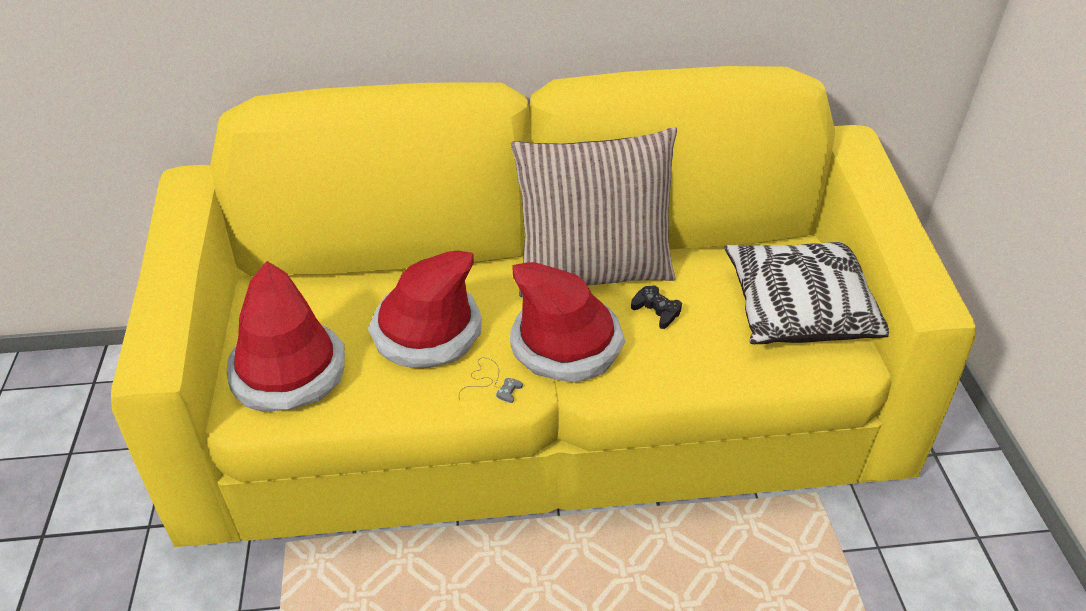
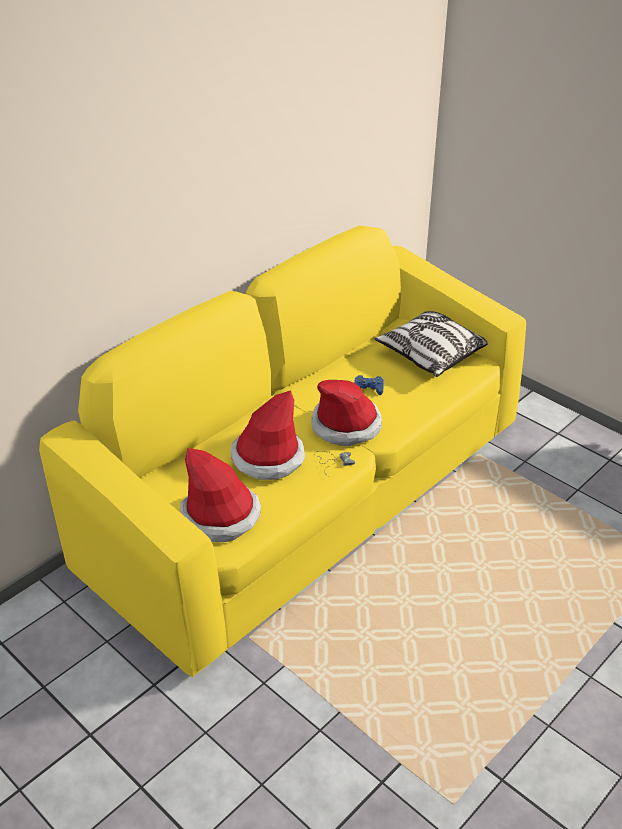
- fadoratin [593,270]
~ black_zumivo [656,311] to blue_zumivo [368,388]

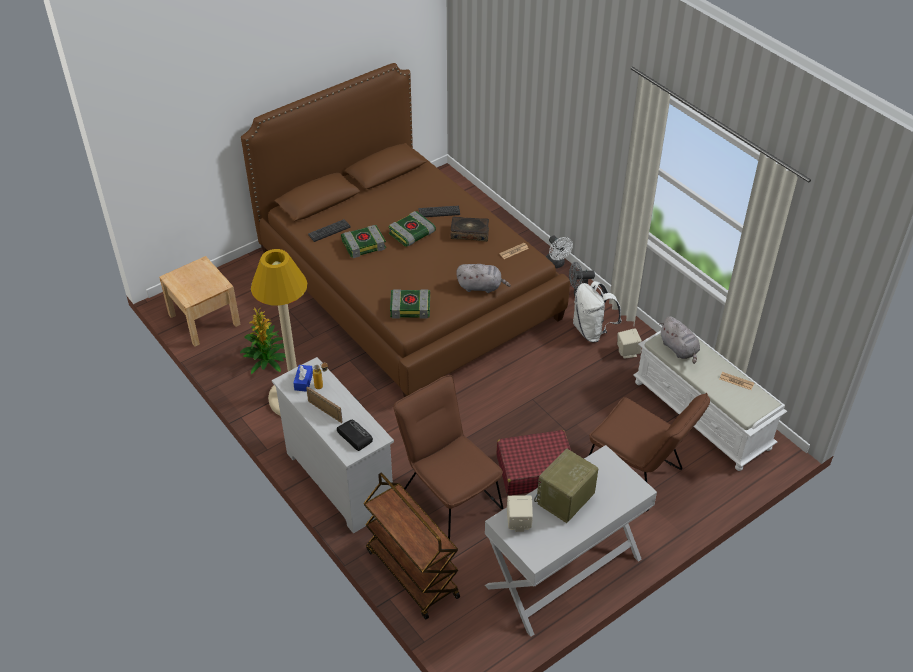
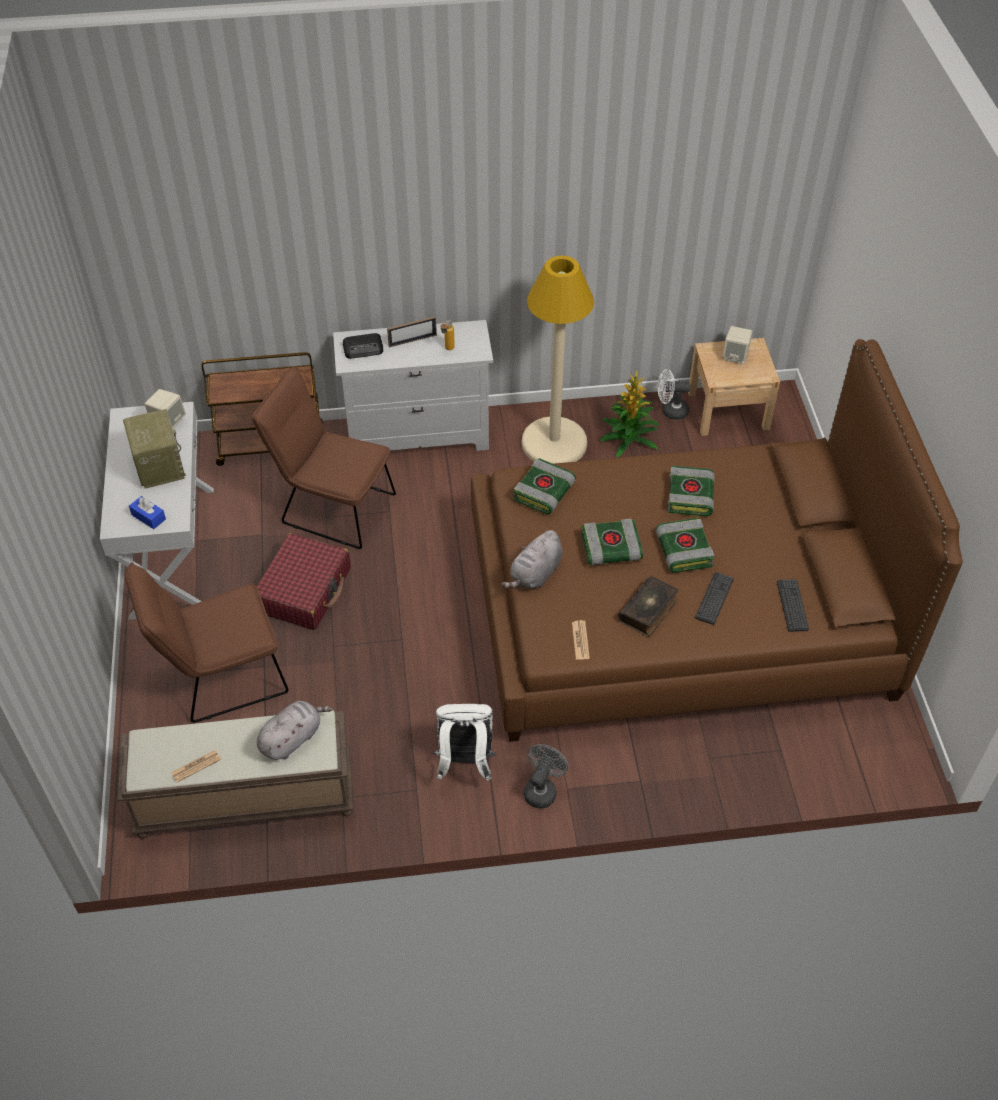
+ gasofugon [610,549]
~ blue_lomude [303,381] to [148,517]
~ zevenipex [329,231] to [792,605]
~ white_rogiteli [556,264] to [670,411]
~ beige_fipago [627,352] to [735,356]
~ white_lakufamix [703,415] to brown_lakufamix [244,798]
~ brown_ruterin [448,496] = [332,506] 150 degrees counterclockwise
~ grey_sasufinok [679,349] = [292,738] 135 degrees clockwise

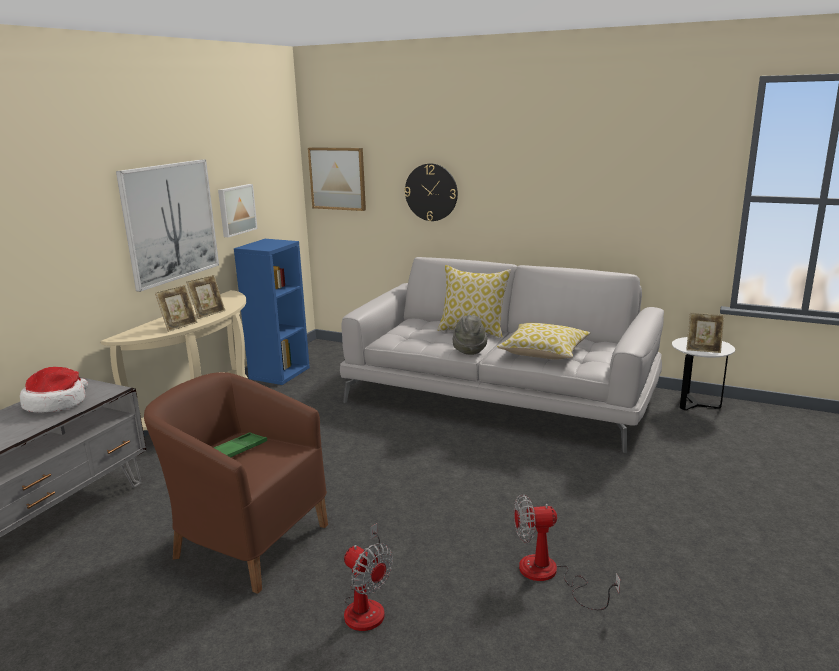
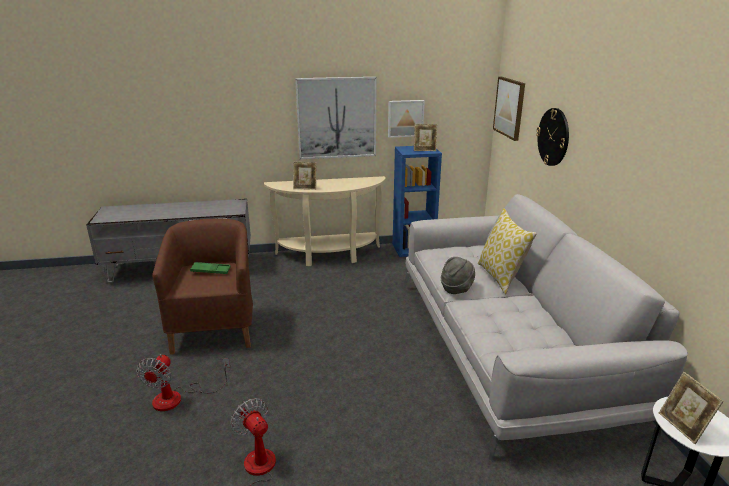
- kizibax [57,403]
- fadoratin [544,353]
~ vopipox [208,314] to [424,150]

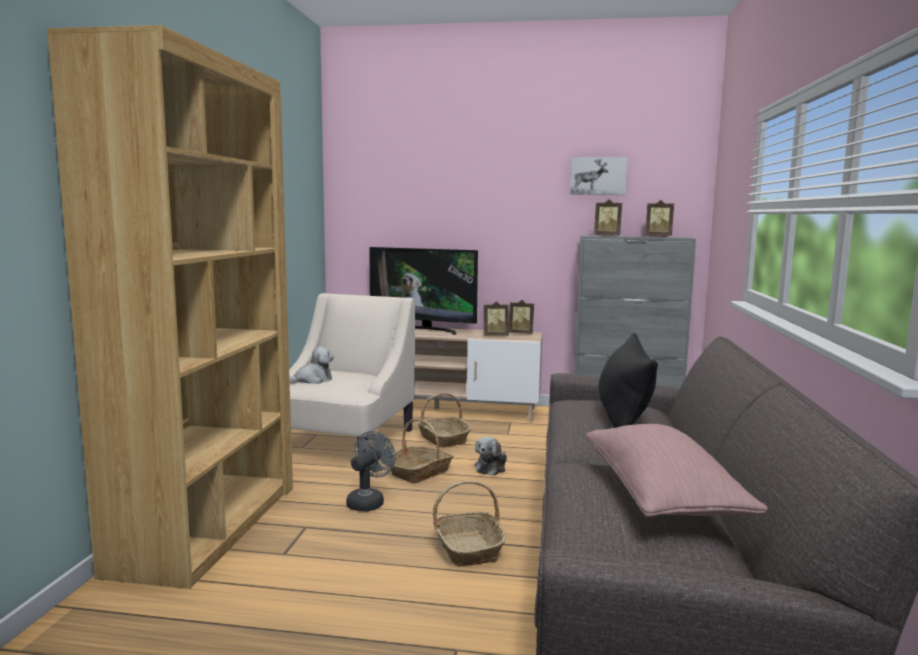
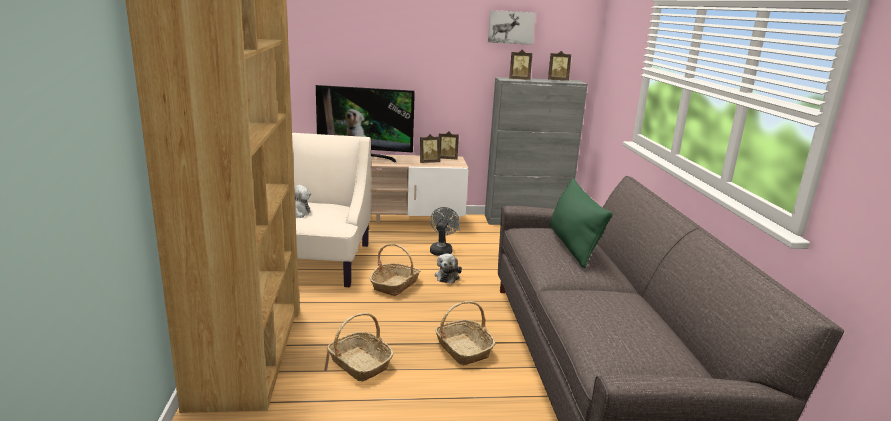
- pink_fadoratin [661,496]
~ grey_rogiteli [368,501] to [441,250]
~ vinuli [443,439] to [359,364]
~ black_fadoratin [624,417] to green_fadoratin [572,245]

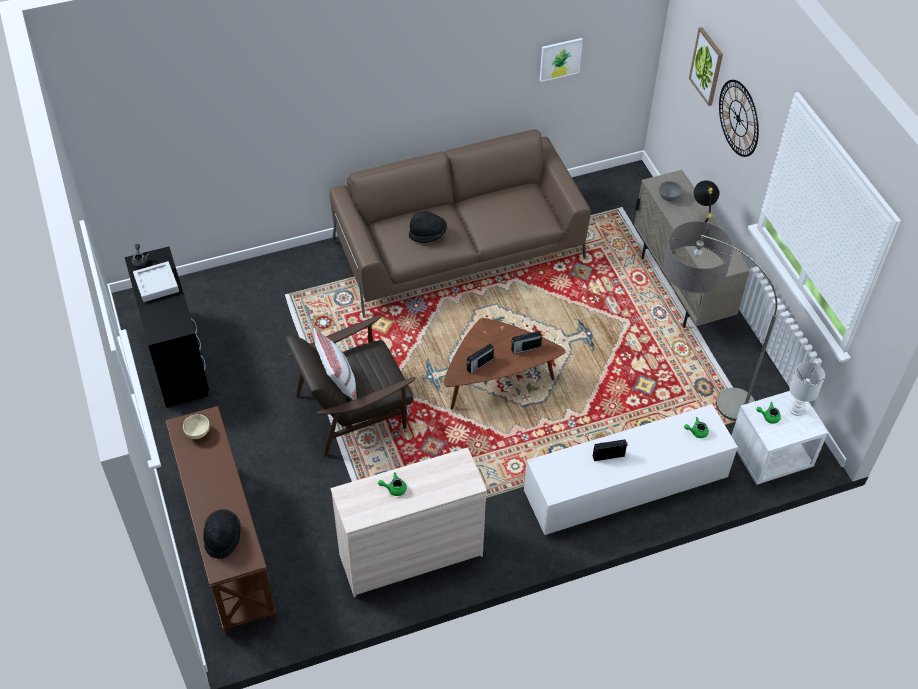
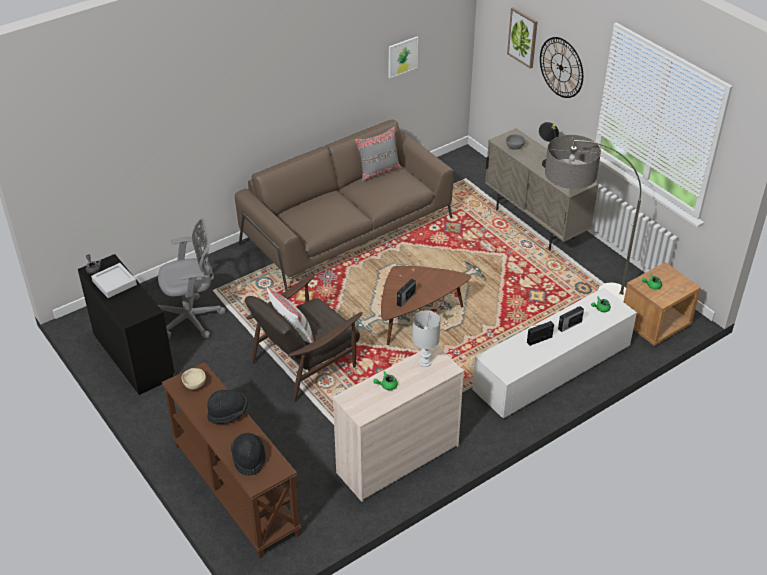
+ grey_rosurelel [192,318]
+ grey_fadoratin [379,171]
~ black_kizibax [428,234] to [228,413]
~ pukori [525,348] to [569,325]
~ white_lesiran [796,410] to [425,362]
~ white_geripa [770,455] to brown_geripa [654,324]

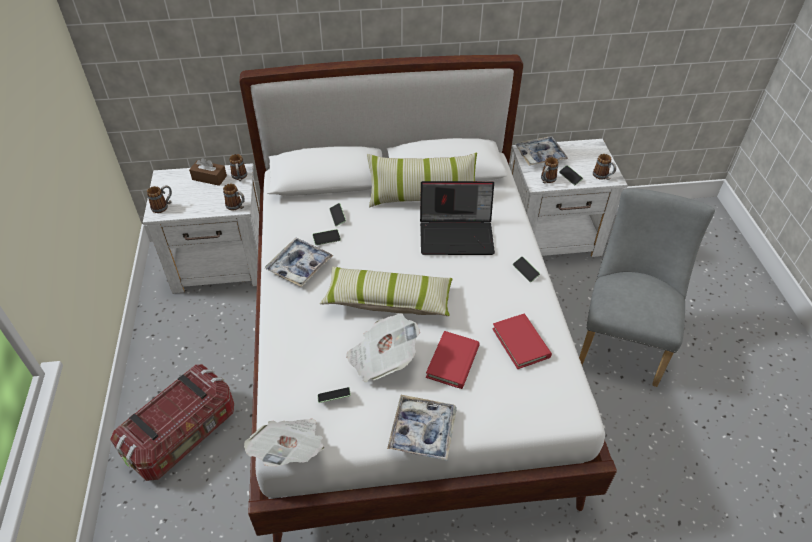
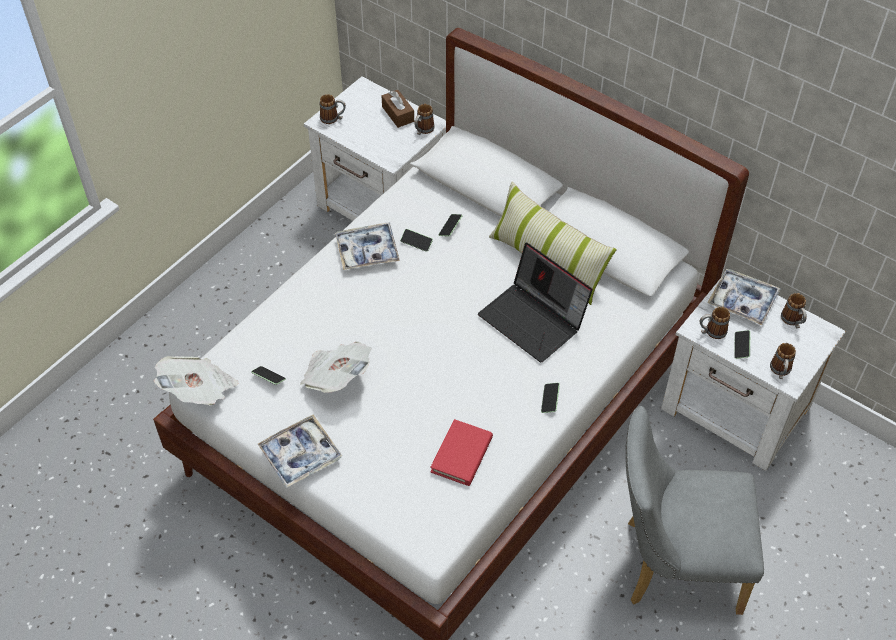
- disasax [183,435]
- fadoratin [388,300]
- red_gasofugon [453,362]
~ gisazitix [237,206] to [793,321]
~ grey_ruterin [622,338] = [672,564] 150 degrees counterclockwise

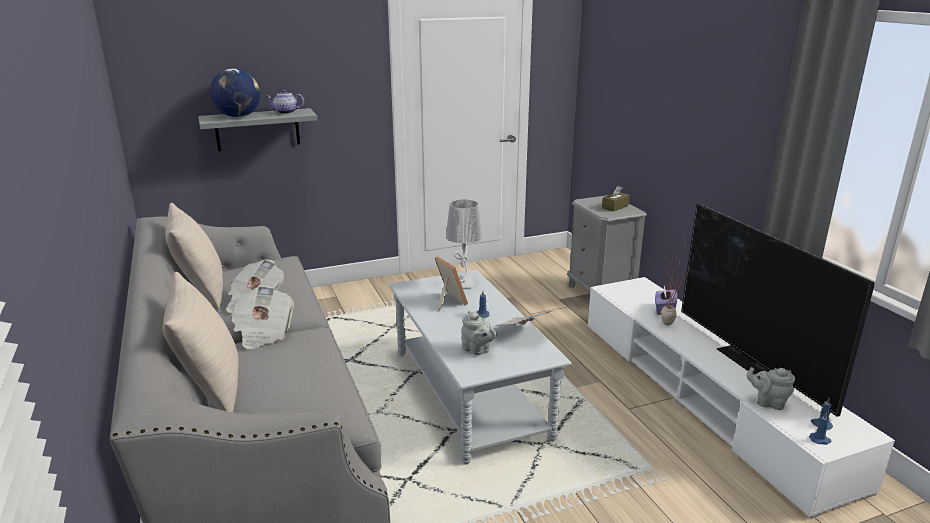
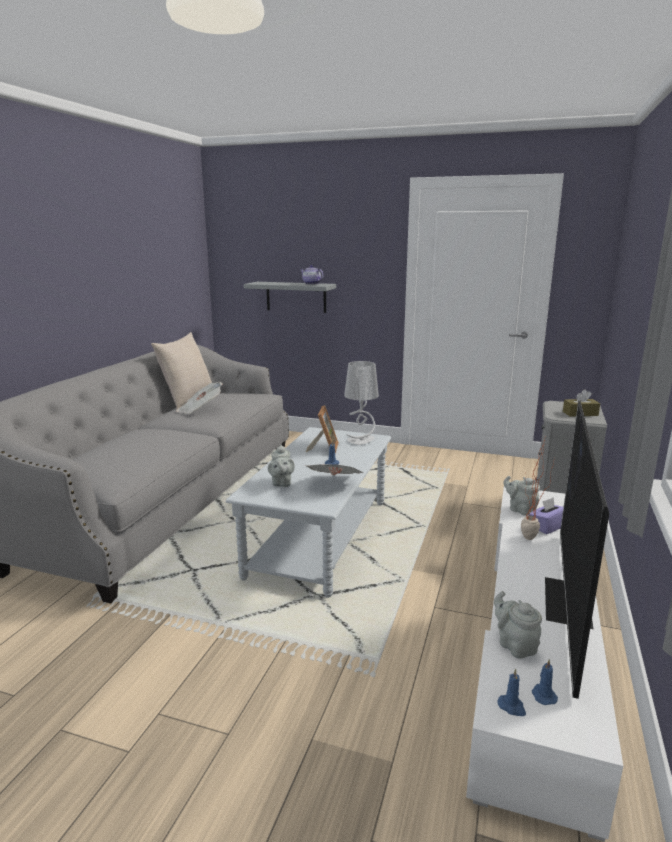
- beige_fadoratin [211,390]
- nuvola [238,116]
- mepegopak [263,332]
+ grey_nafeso [520,509]

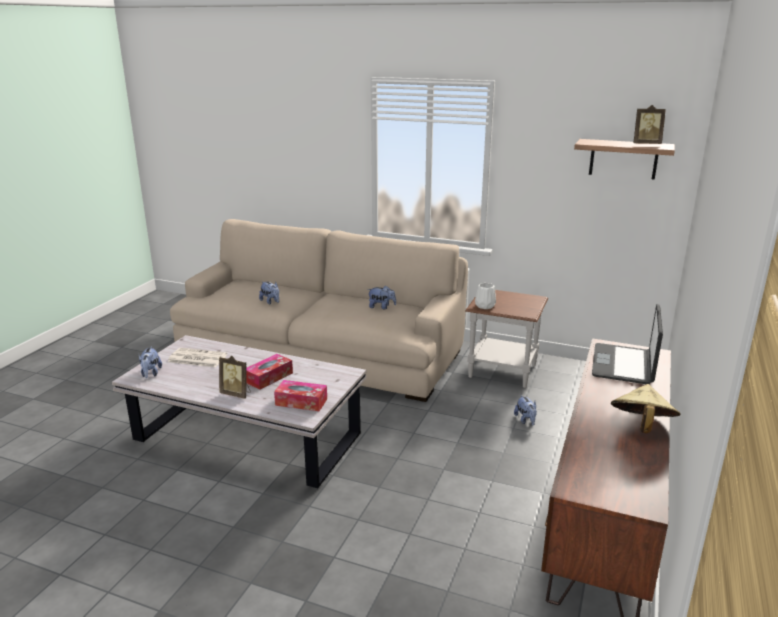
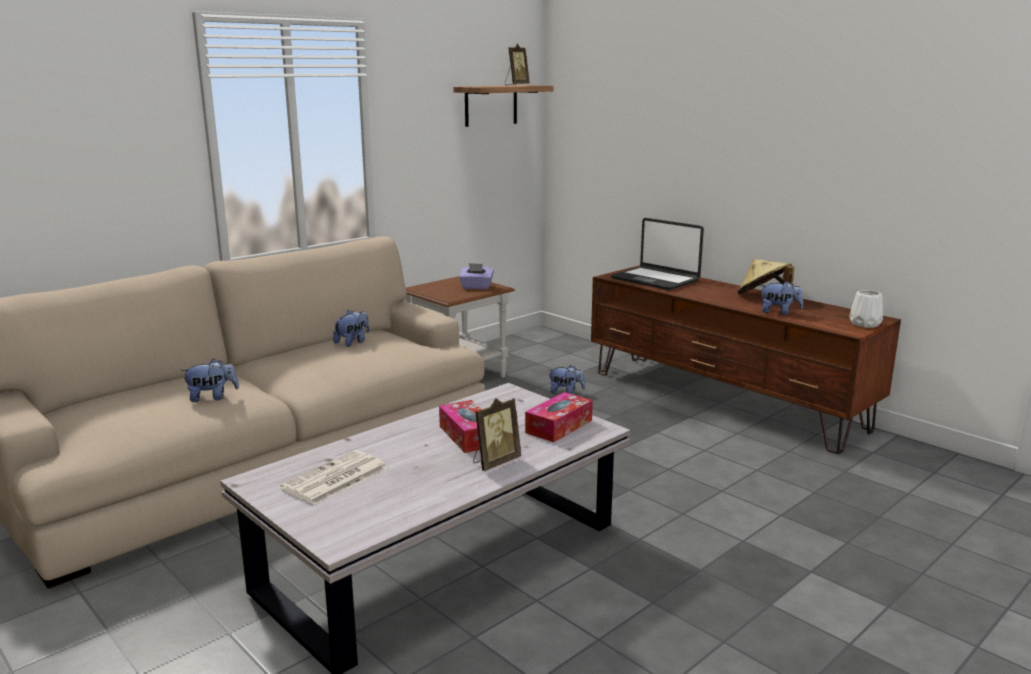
+ purple_lomude [476,287]
~ sasufinok [151,373] to [779,312]
~ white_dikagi [484,306] to [864,324]

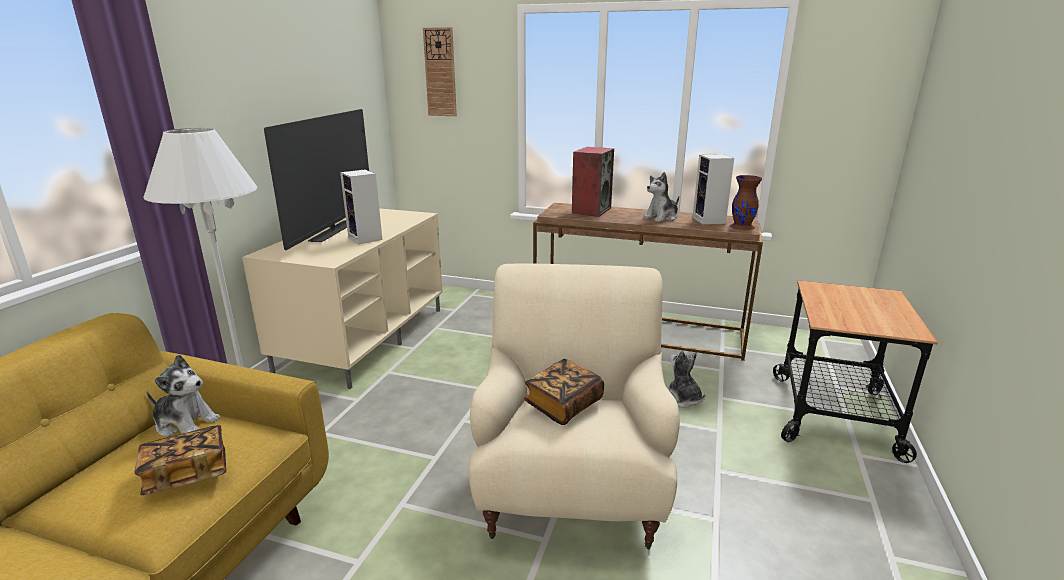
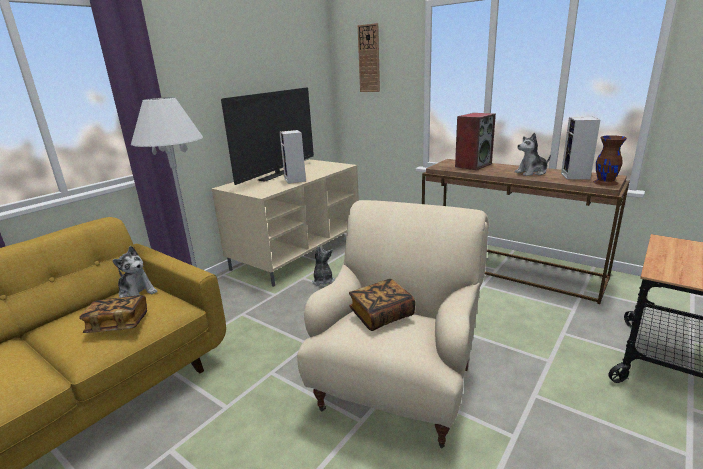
~ sasufinok [682,399] to [323,280]

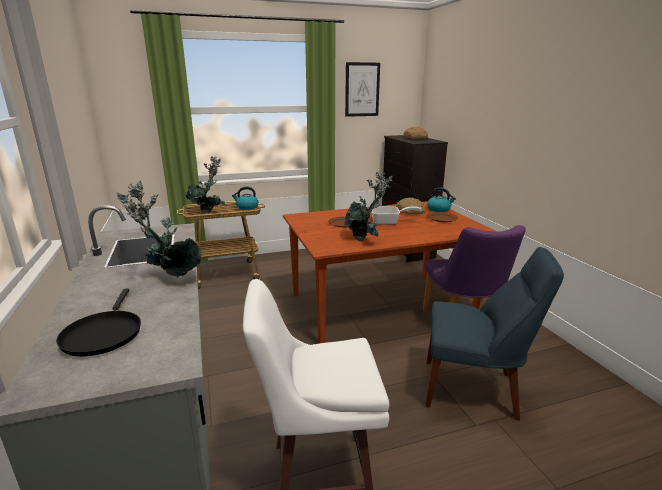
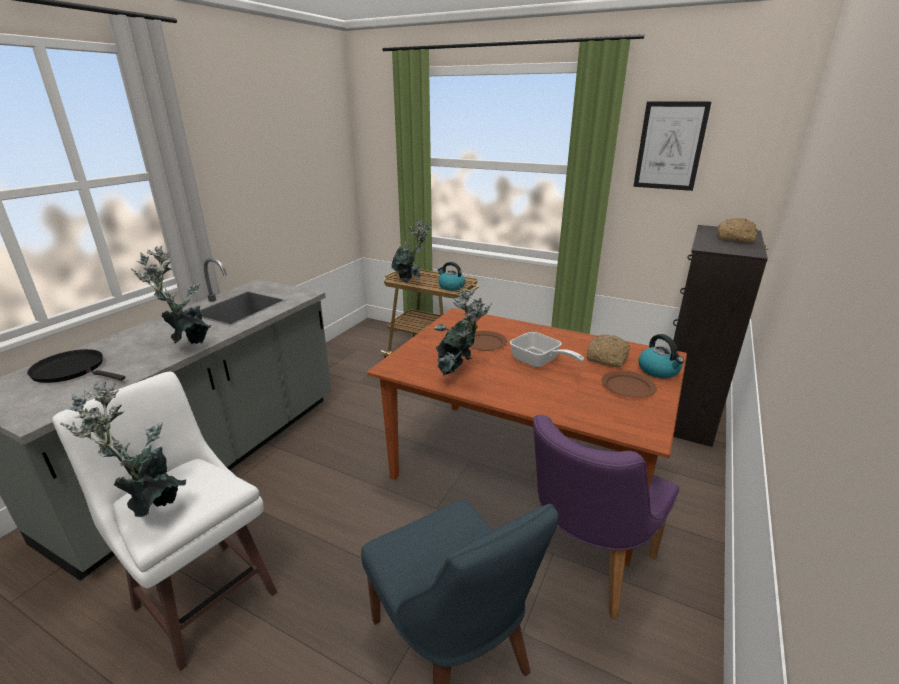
+ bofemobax [152,505]
~ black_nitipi [103,334] = [72,370] 75 degrees clockwise

